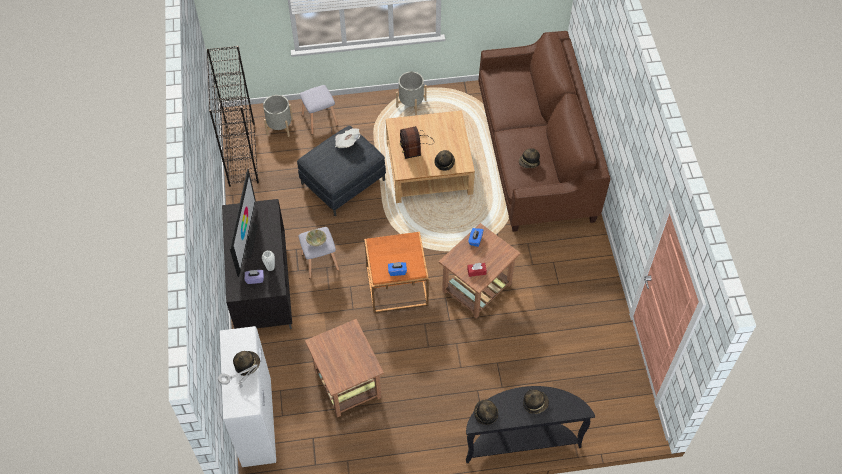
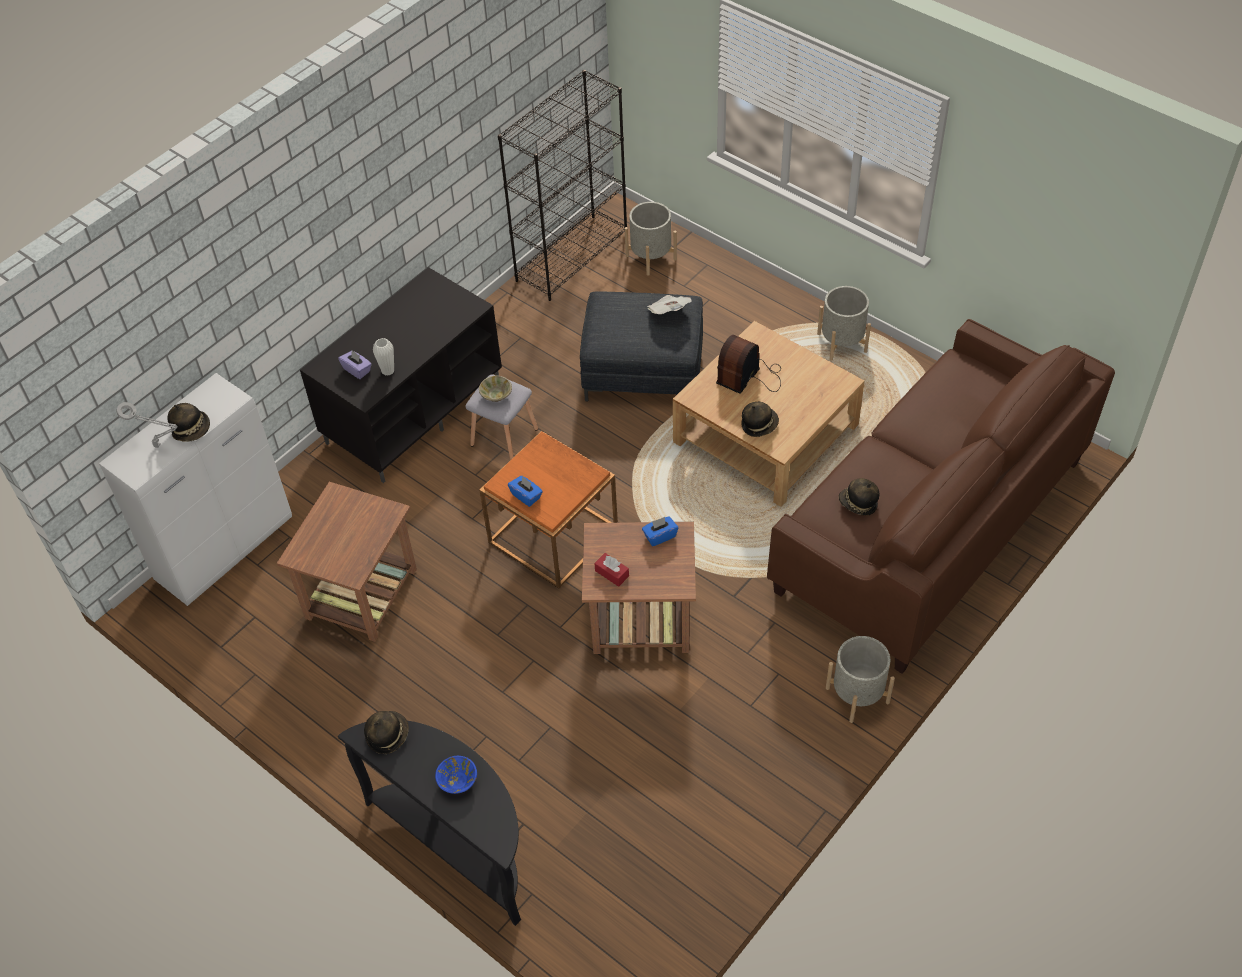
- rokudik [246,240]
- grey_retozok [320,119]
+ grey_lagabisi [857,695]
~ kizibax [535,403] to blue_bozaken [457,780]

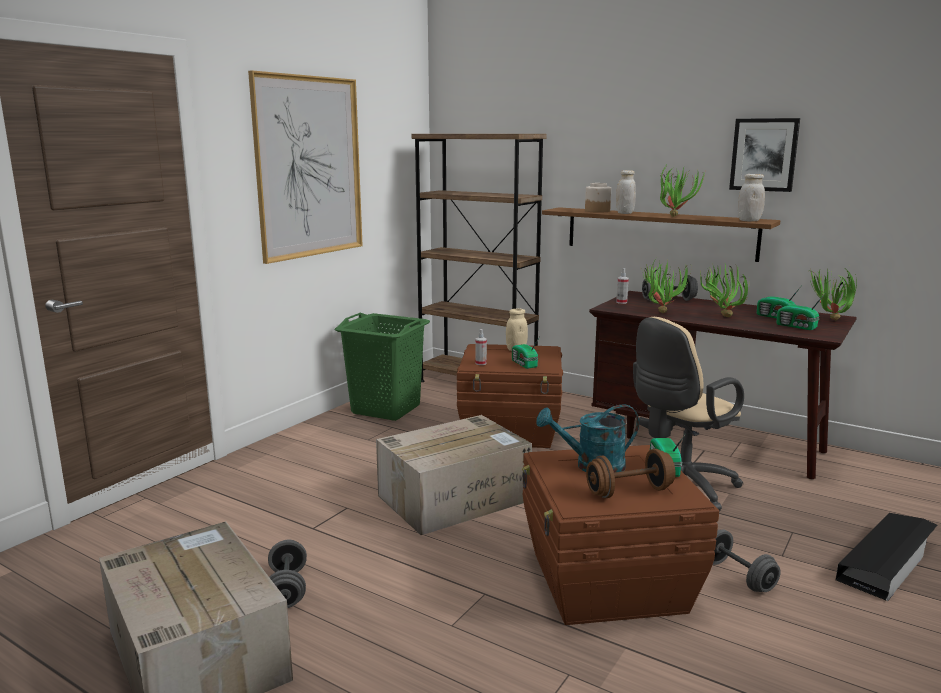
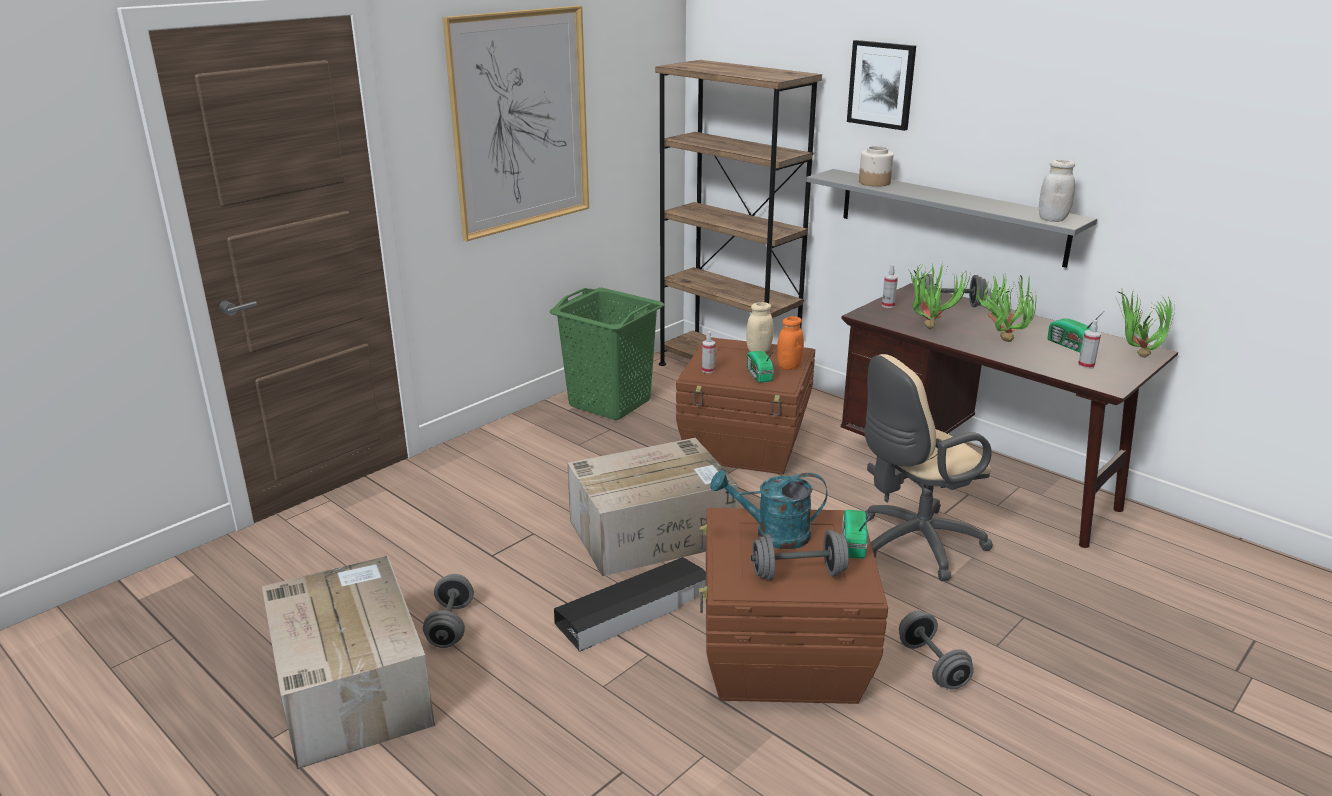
- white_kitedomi [624,213]
- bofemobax [675,216]
+ orange_kitedomi [789,366]
~ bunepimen [764,154] to [881,84]
~ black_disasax [887,561] to [634,610]
~ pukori [797,327] to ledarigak [1086,365]
~ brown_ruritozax [659,233] to grey_ruritozax [950,216]
~ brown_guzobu [629,492] to grey_guzobu [798,573]

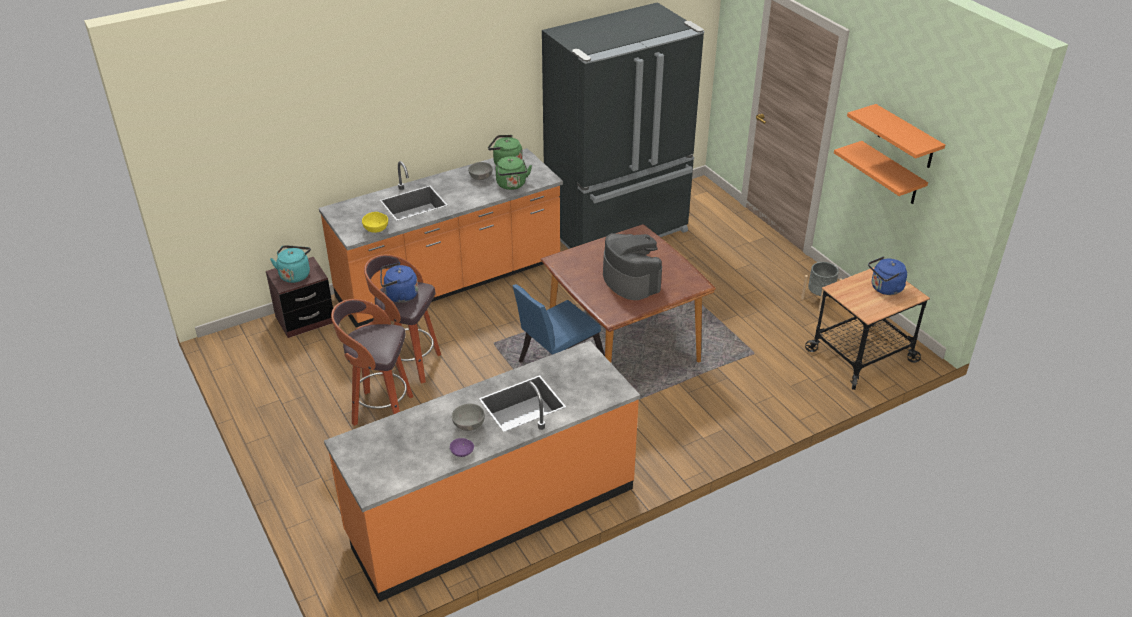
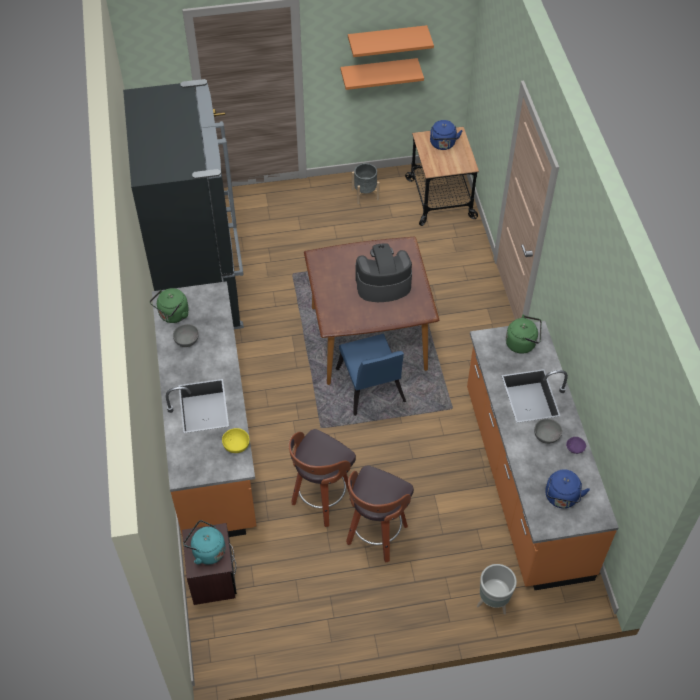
+ grey_lagabisi [492,603]
~ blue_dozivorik [399,296] to [561,498]
~ green_dozivorik [512,185] to [522,343]

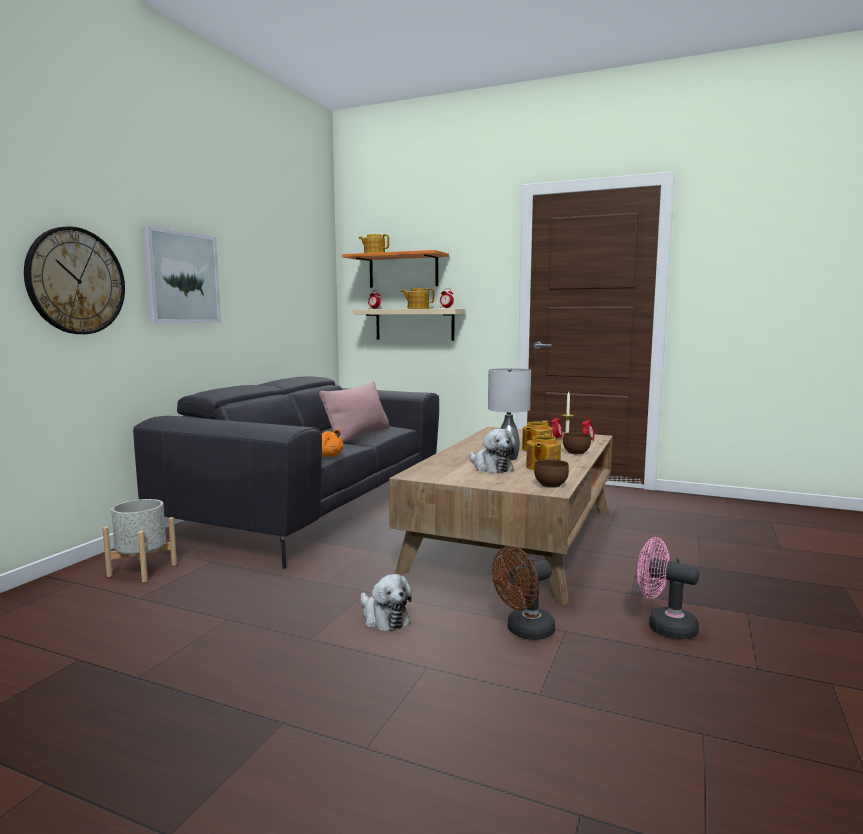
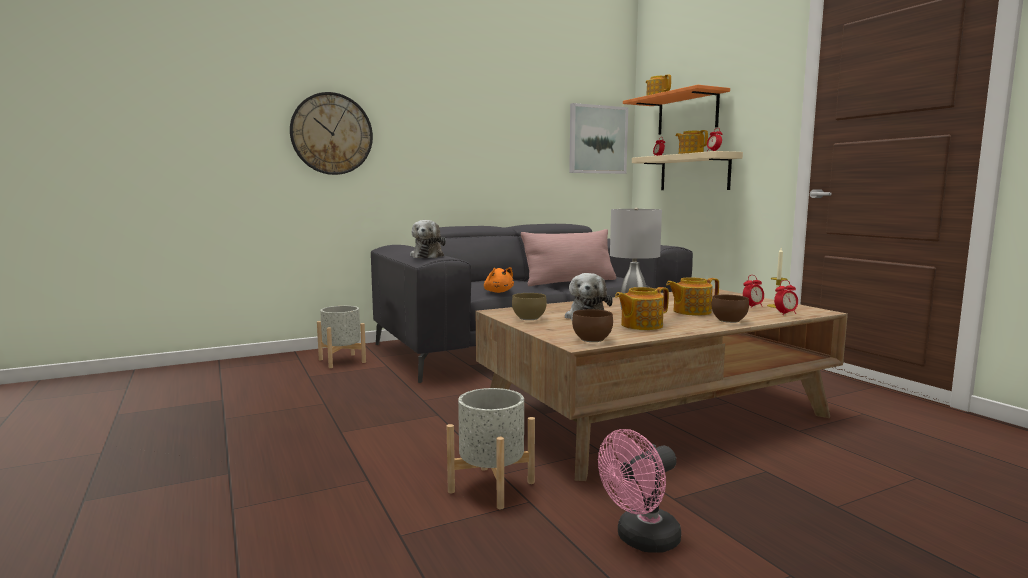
+ brown_bozaken [528,318]
~ bunepimen [181,278] to [597,139]
~ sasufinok [384,618] to [428,256]
~ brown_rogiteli [524,631] to grey_lagabisi [492,486]
~ pink_rogiteli [664,626] = [641,540] 105 degrees counterclockwise

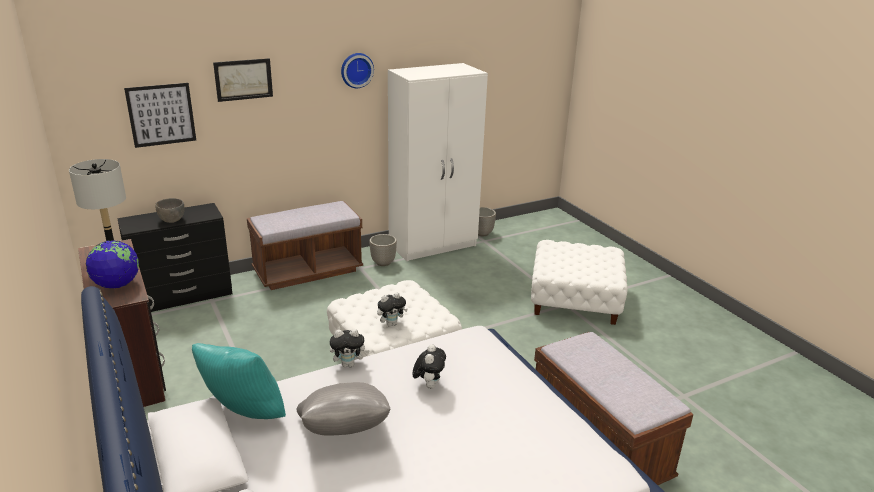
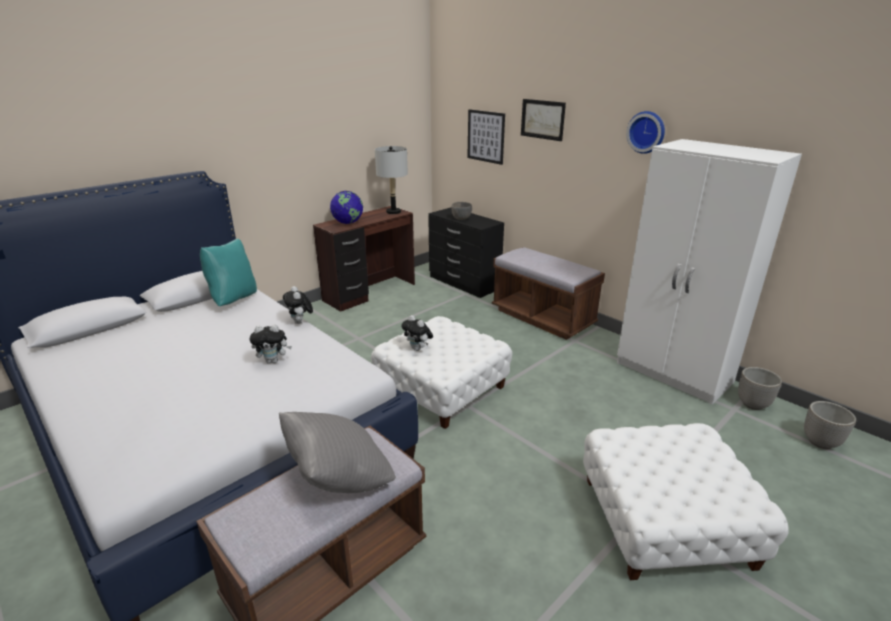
~ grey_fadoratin [343,433] to [339,477]
~ lagabisi [383,263] to [821,442]

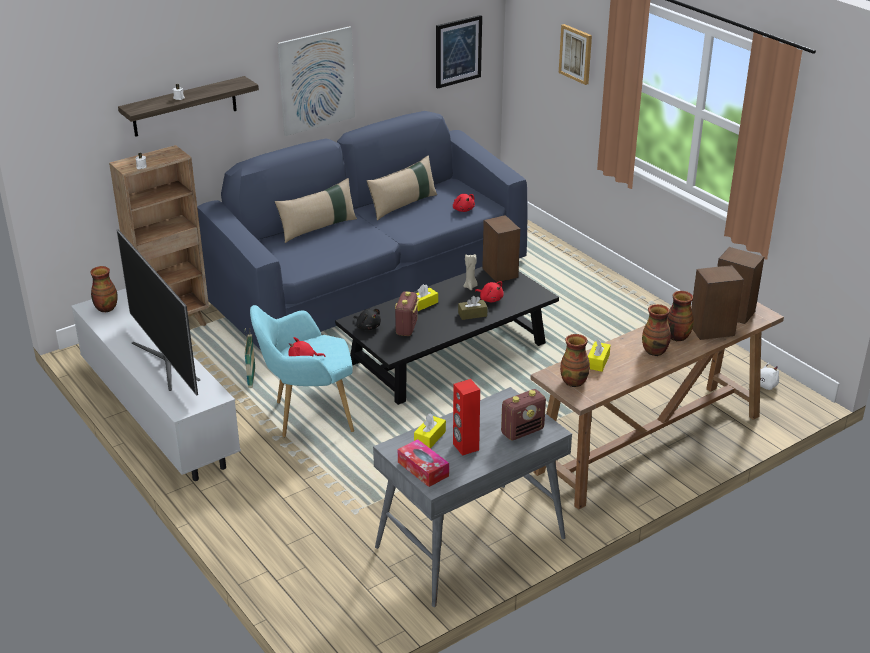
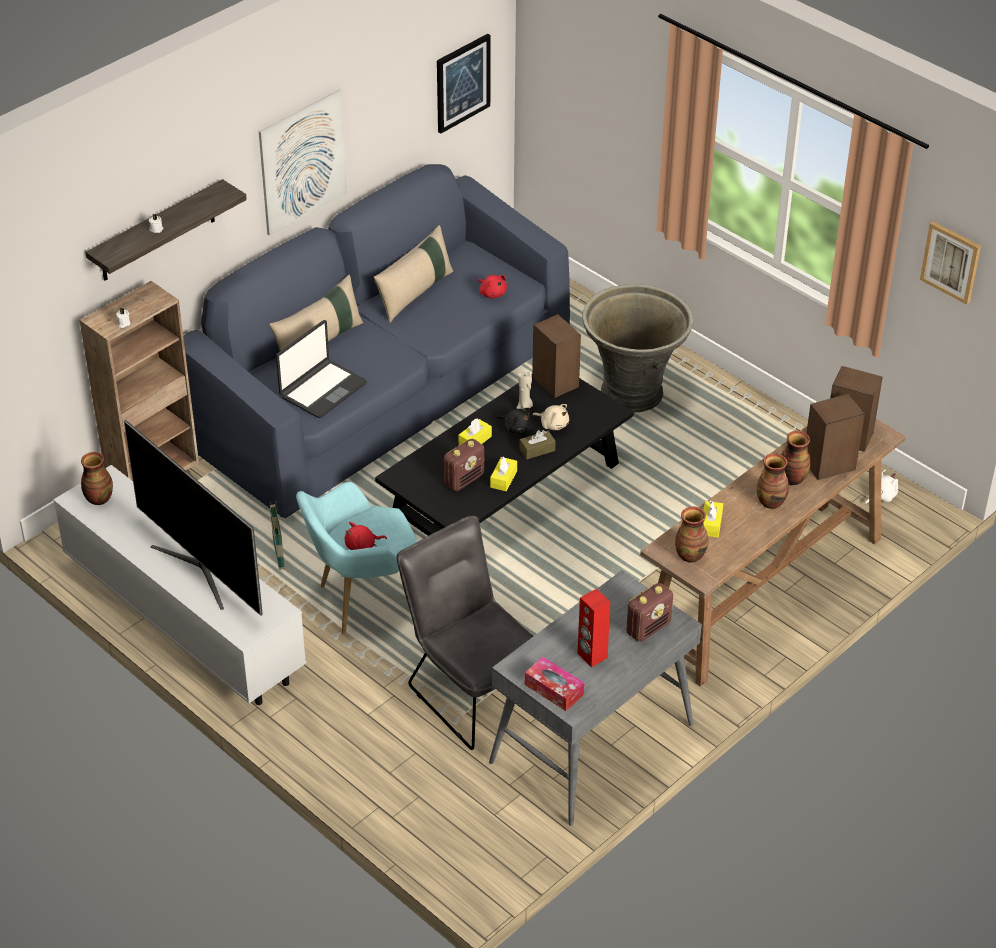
+ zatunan [322,389]
+ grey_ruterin [472,690]
+ grey_lagabisi [633,392]
~ black_sasufinok [367,326] to [516,428]
~ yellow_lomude [430,437] to [503,479]
~ bunepimen [576,54] to [951,261]
~ red_sasufinok [490,299] to beige_sasufinok [553,424]
~ pukori [406,328] = [464,479] 135 degrees counterclockwise

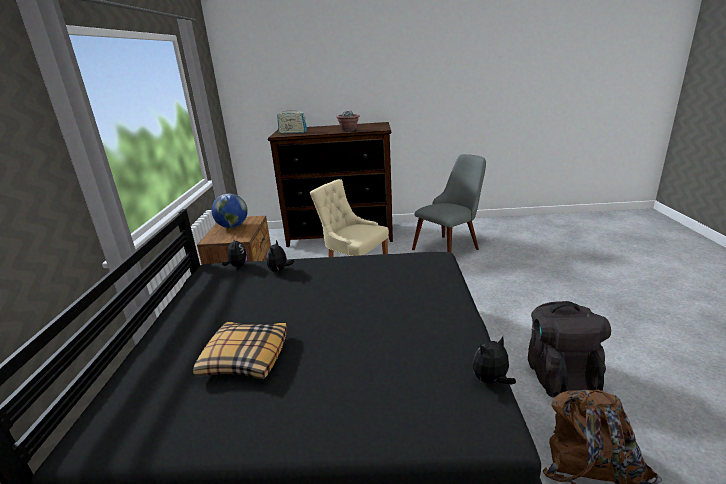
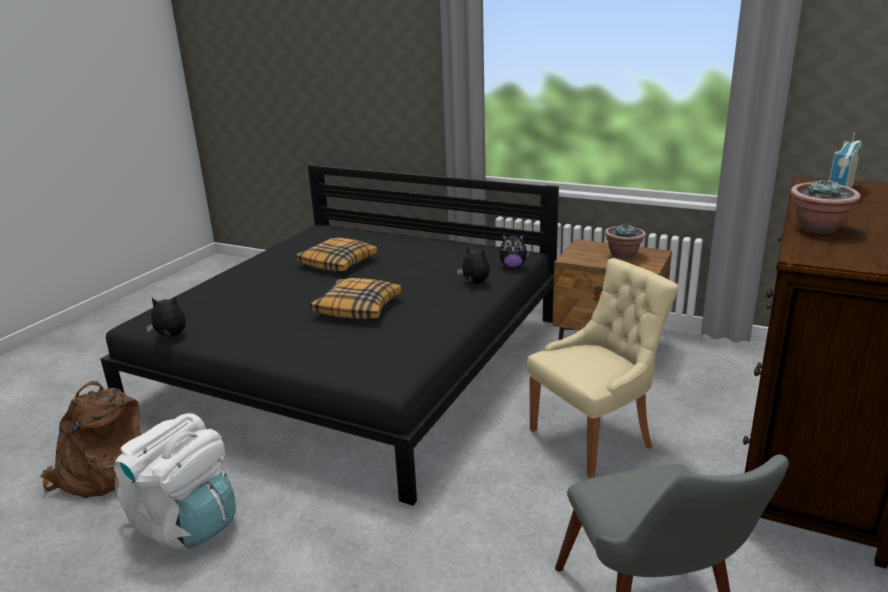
+ fadoratin [358,308]
~ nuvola [232,226] to bofemobax [623,255]
~ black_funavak [560,376] to white_funavak [186,523]
~ sasufinok [491,381] = [170,336] 90 degrees counterclockwise

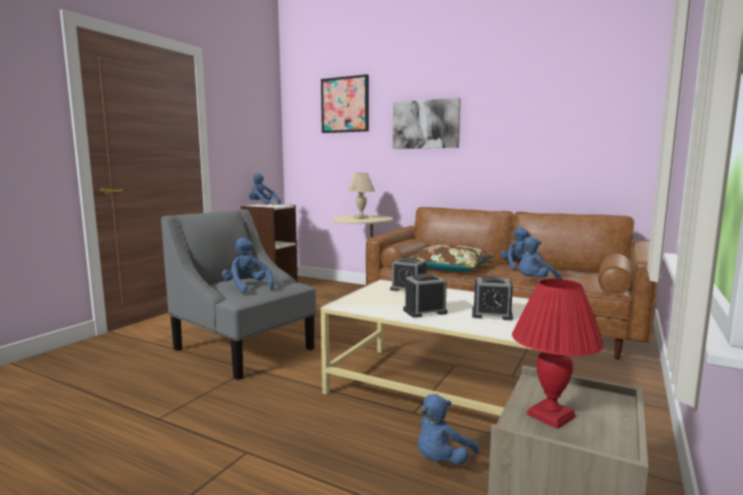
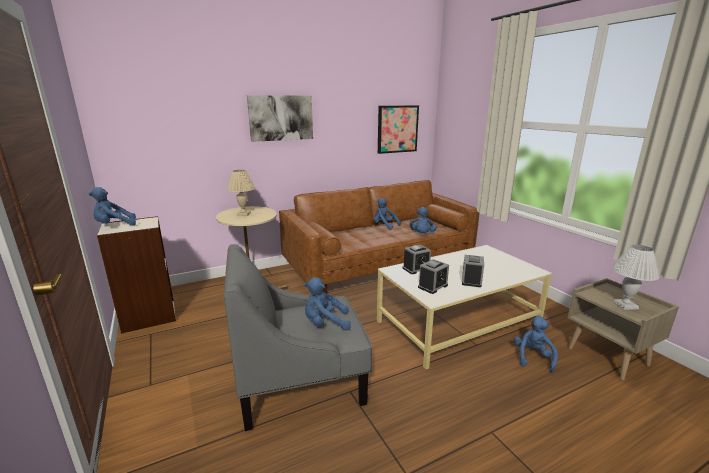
- brown_fadoratin [449,268]
~ bunepimen [345,105] to [397,129]
~ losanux [491,314] to [432,286]
~ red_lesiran [550,416] to white_lesiran [626,305]
~ blue_sasufinok [442,460] = [533,357] 150 degrees counterclockwise

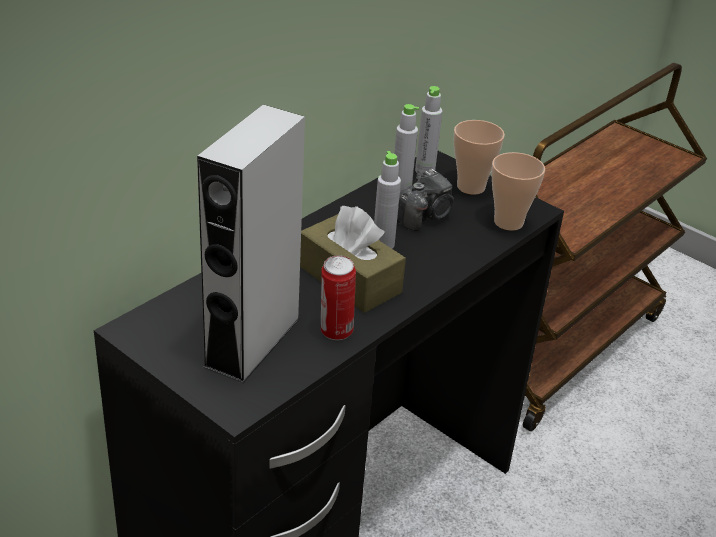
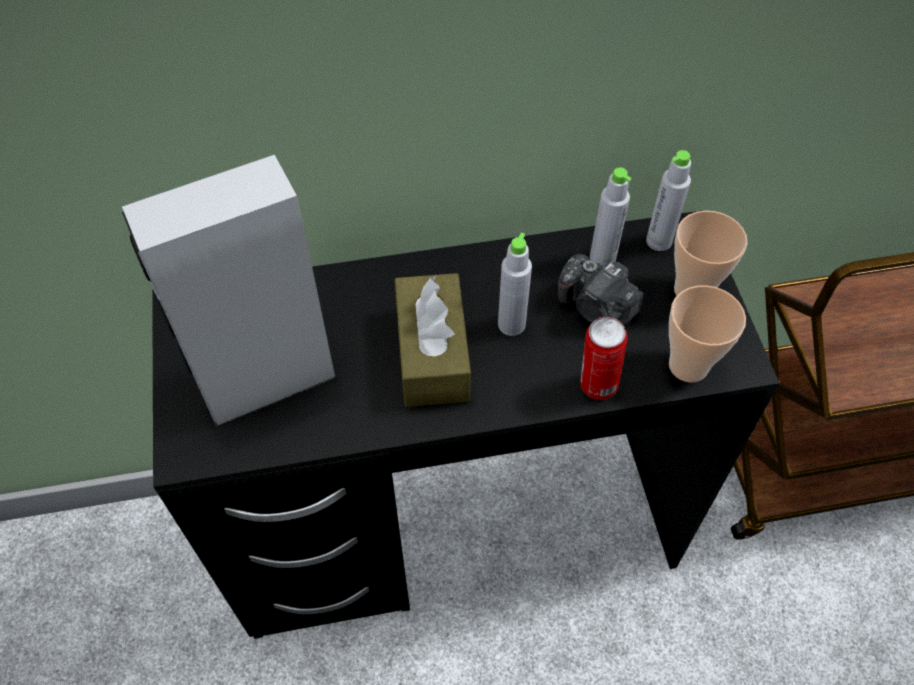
~ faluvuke [335,332] to [596,386]
~ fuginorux [425,216] = [596,307] 45 degrees clockwise

